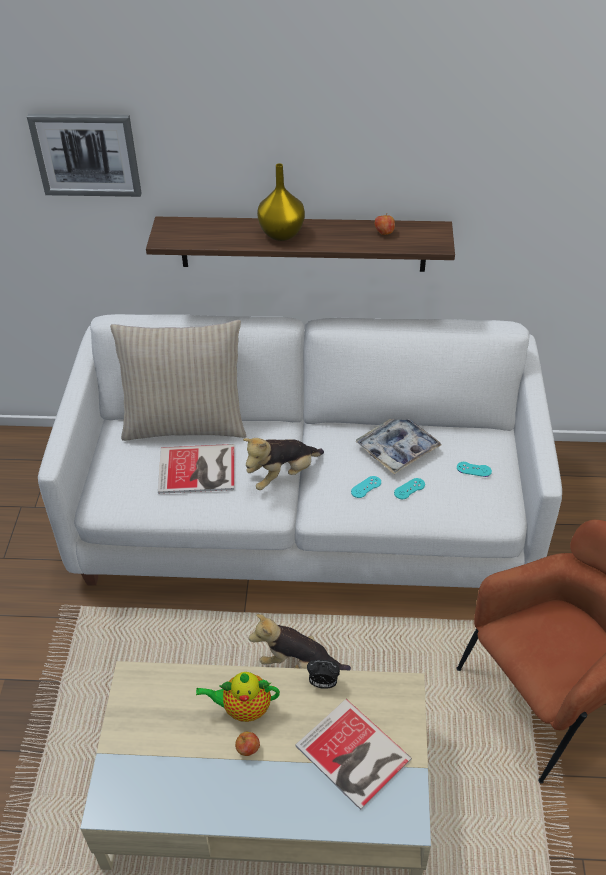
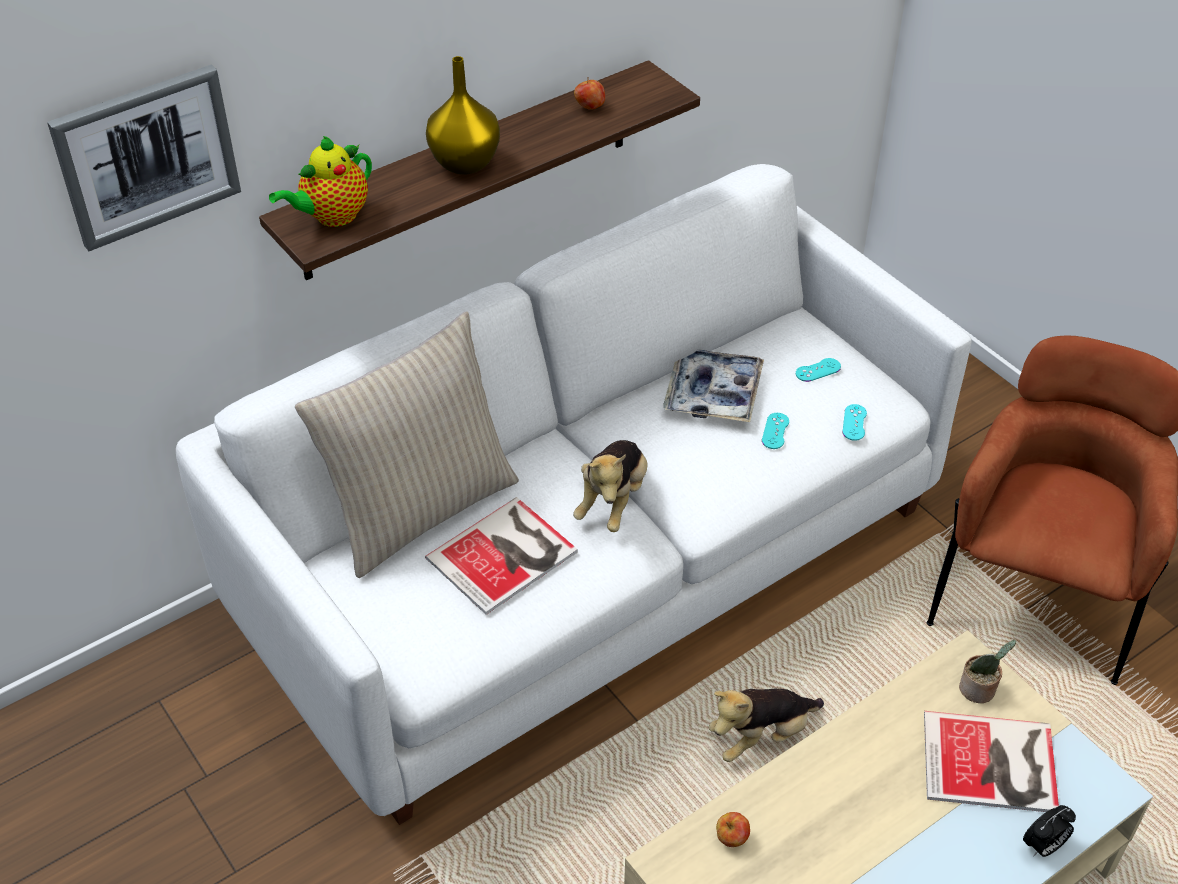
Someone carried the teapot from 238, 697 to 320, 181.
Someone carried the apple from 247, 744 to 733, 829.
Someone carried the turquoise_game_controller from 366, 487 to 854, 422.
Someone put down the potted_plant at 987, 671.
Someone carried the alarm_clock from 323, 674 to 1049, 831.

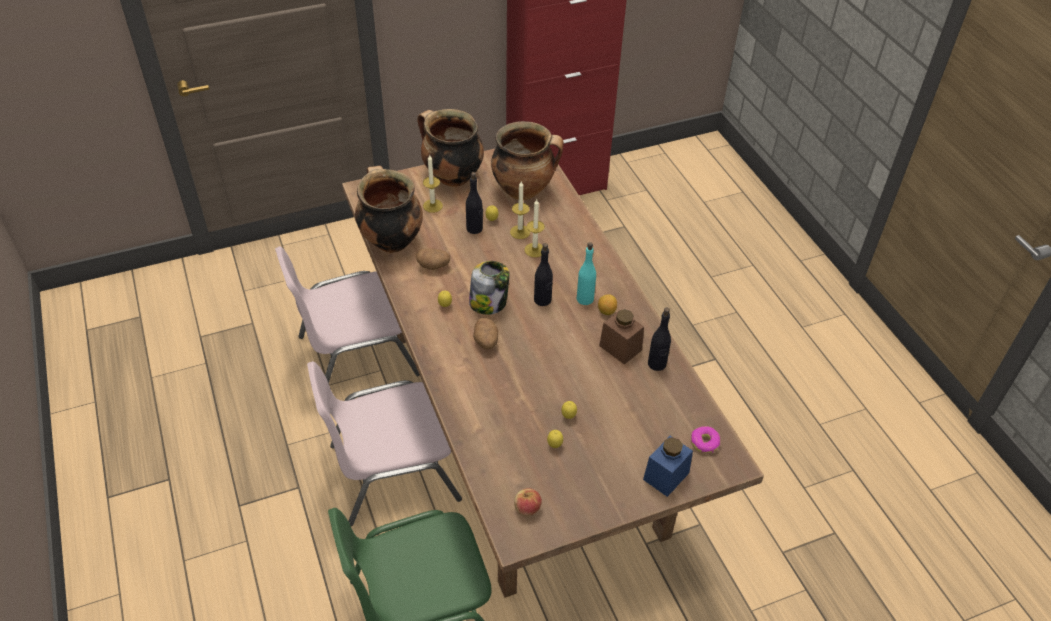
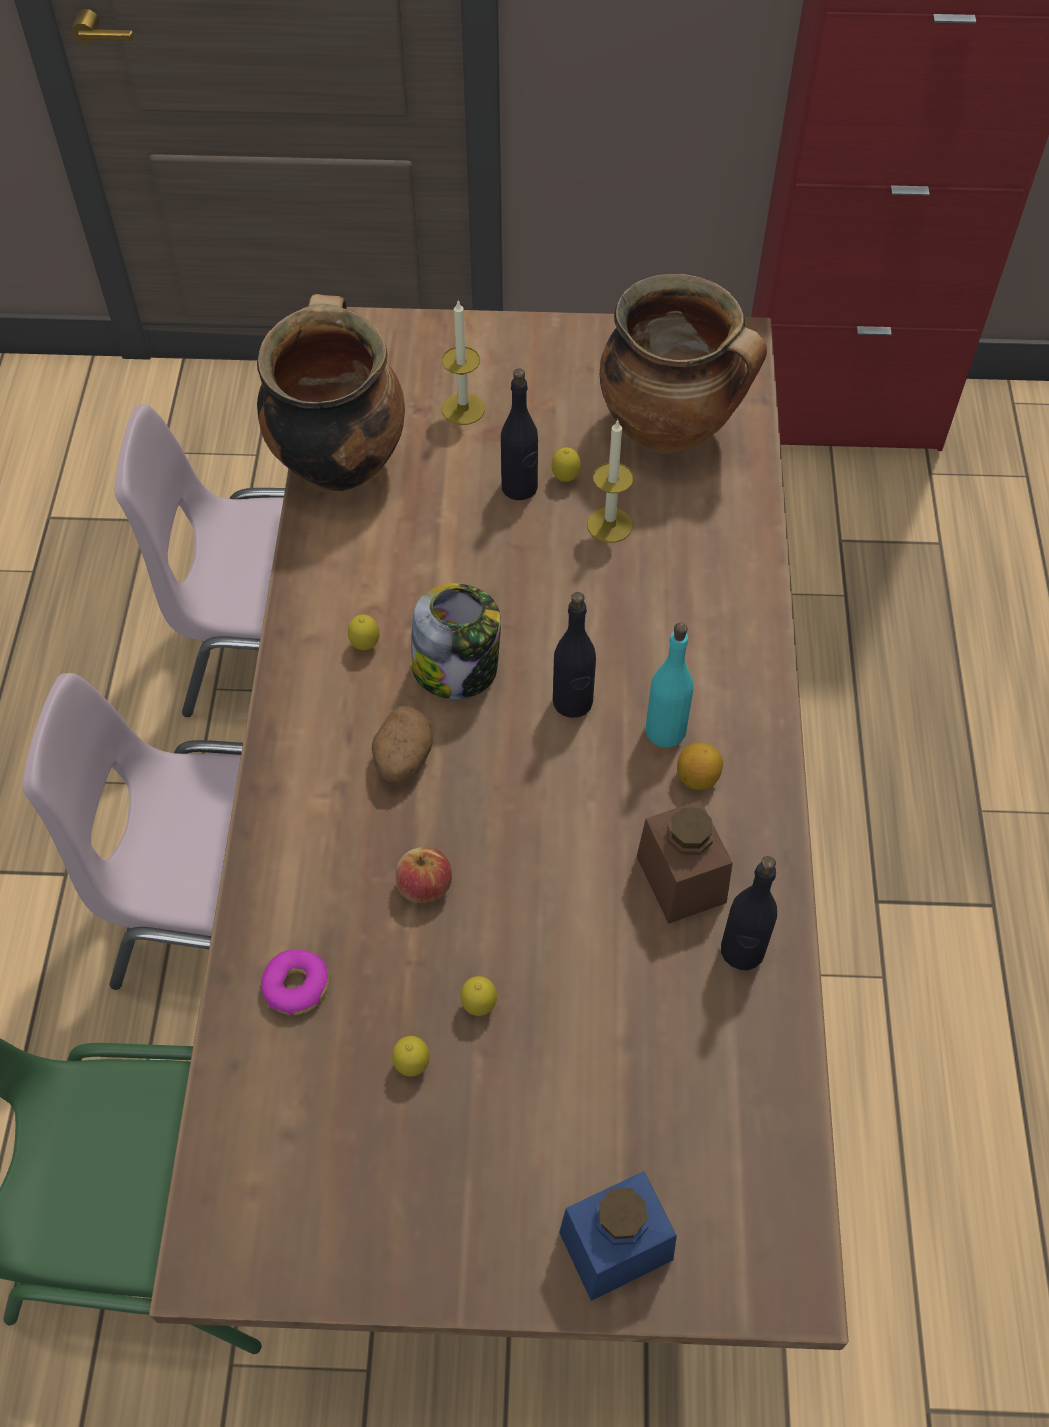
Someone carried the donut from 705, 439 to 295, 983.
Someone carried the apple from 528, 502 to 424, 875.
Someone took away the potato at 433, 259.
Someone took away the cooking_pot at 450, 148.
Someone took away the candle at 534, 228.

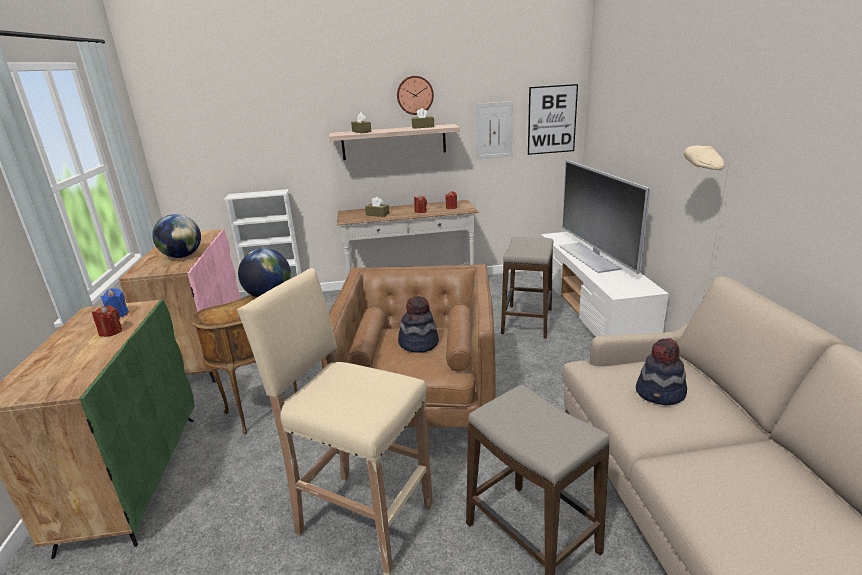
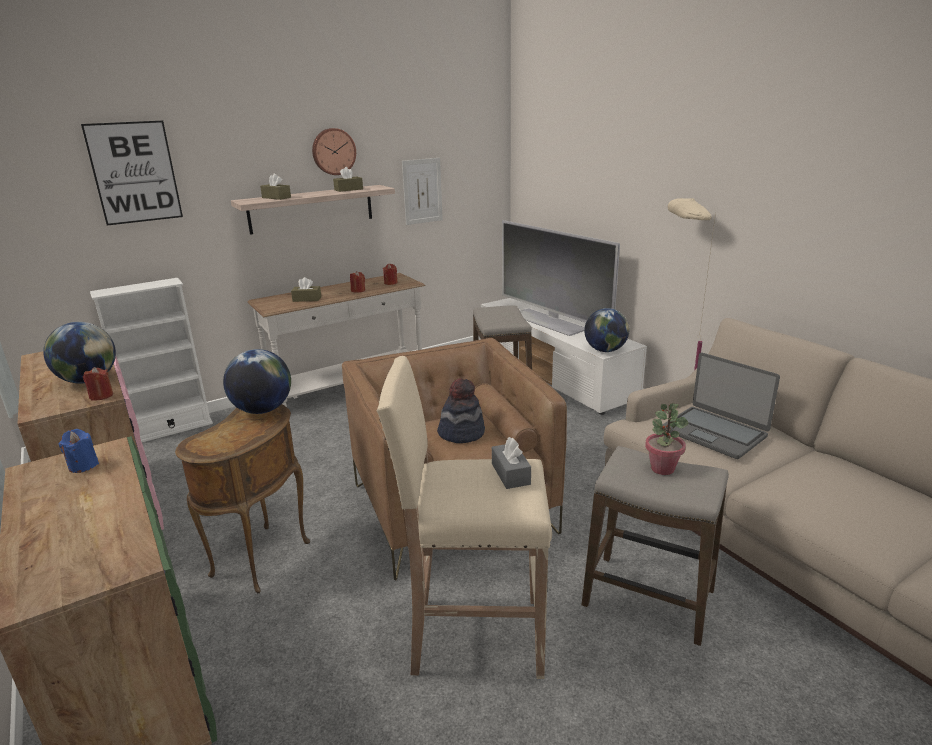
Someone carried the picture from 553, 119 to 132, 173.
Someone carried the red_candle from 107, 321 to 98, 384.
Someone put down the grey_tissue_box at 511, 463.
Someone put down the globe at 606, 330.
Someone put down the potted_plant at 667, 439.
Someone swapped the hat at 661, 371 for the laptop at 721, 406.

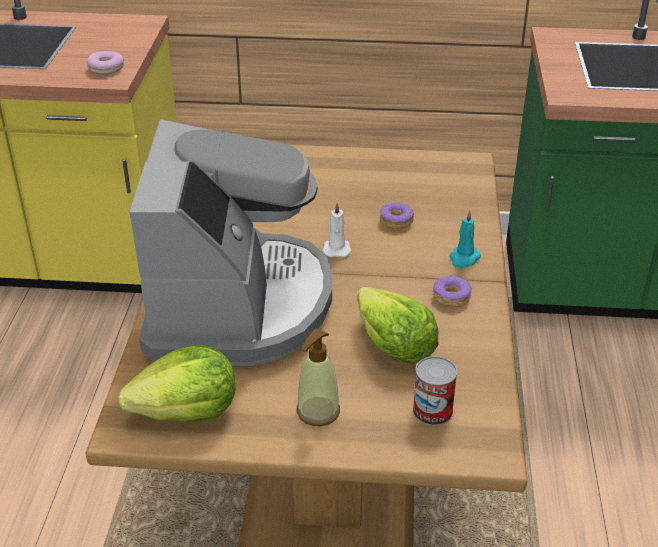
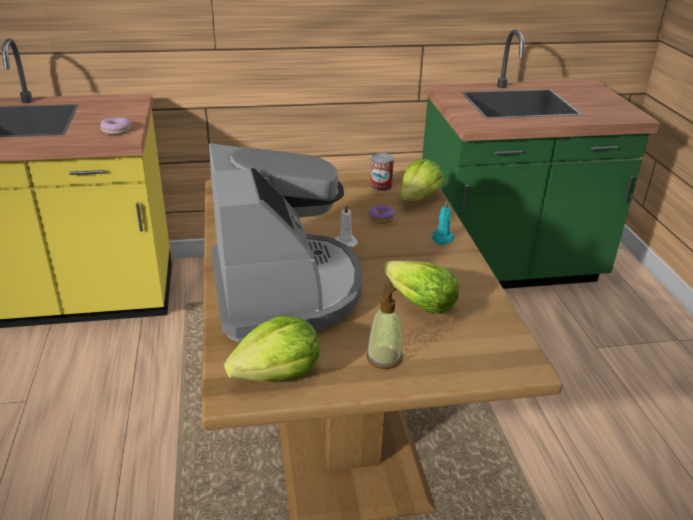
Someone carried the can from 435, 391 to 382, 172.
Someone put down the lettuce at 422, 180.
Someone took away the donut at 452, 291.

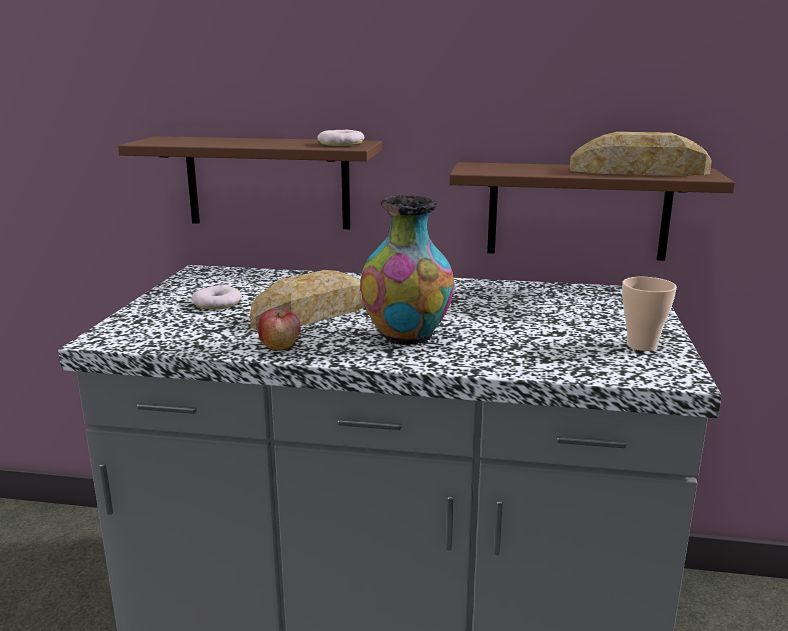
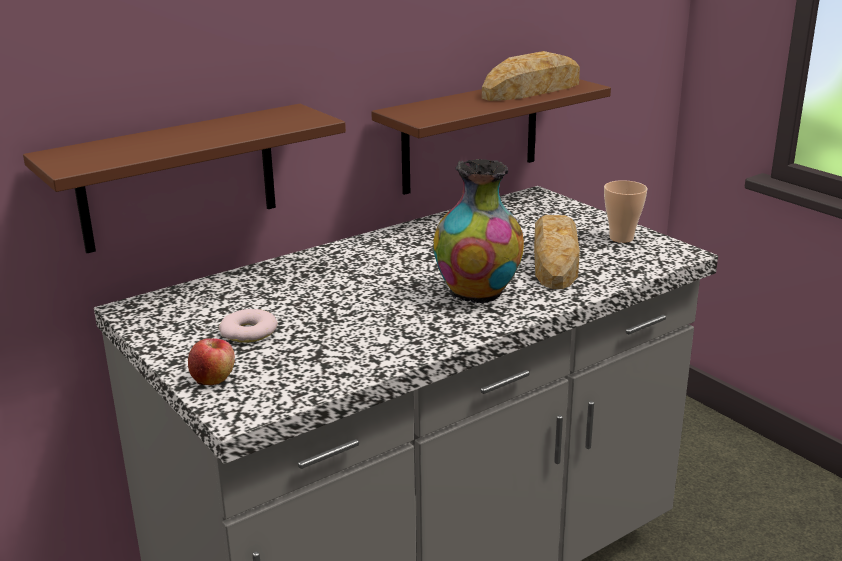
Someone carried the apple from 279, 330 to 211, 361.
Someone carried the bread from 307, 300 to 557, 252.
Someone took away the donut at 340, 138.

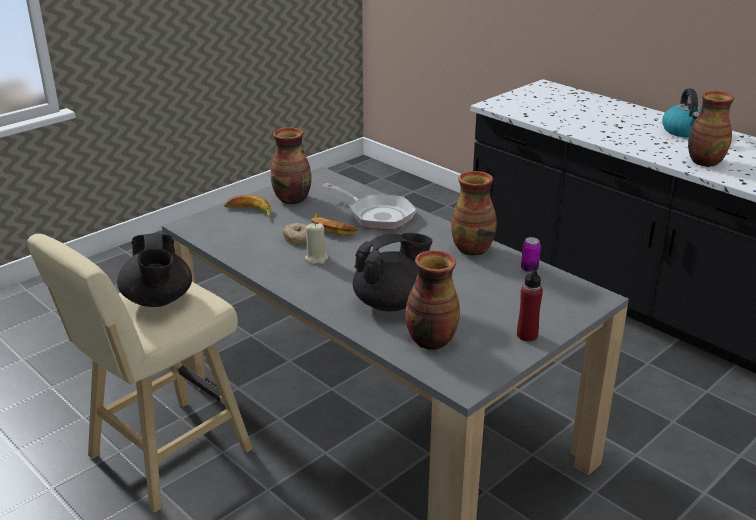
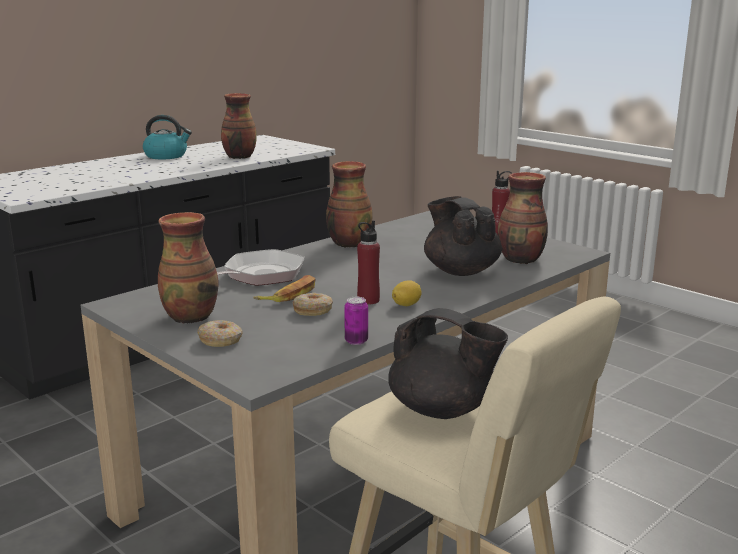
Someone swapped the banana at 247, 206 for the donut at 220, 333.
Someone carried the can from 531, 255 to 356, 321.
Someone swapped the beige_candle at 316, 243 for the red_bottle at 368, 262.
Someone rotated the black_teapot at 154, 270 by 45 degrees clockwise.
Someone put down the lemon at 407, 293.

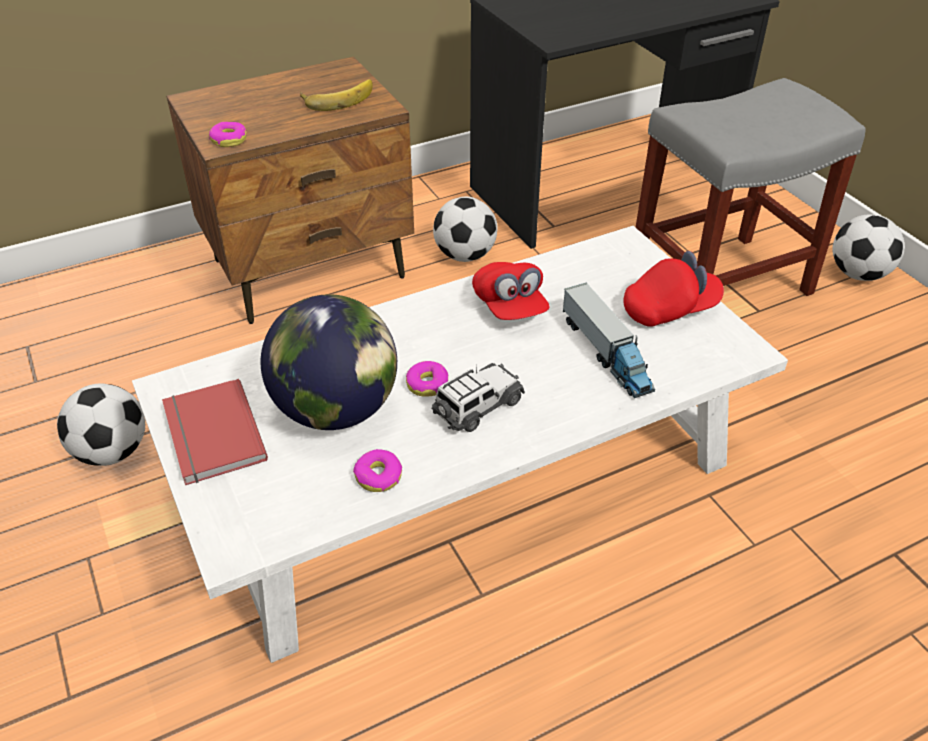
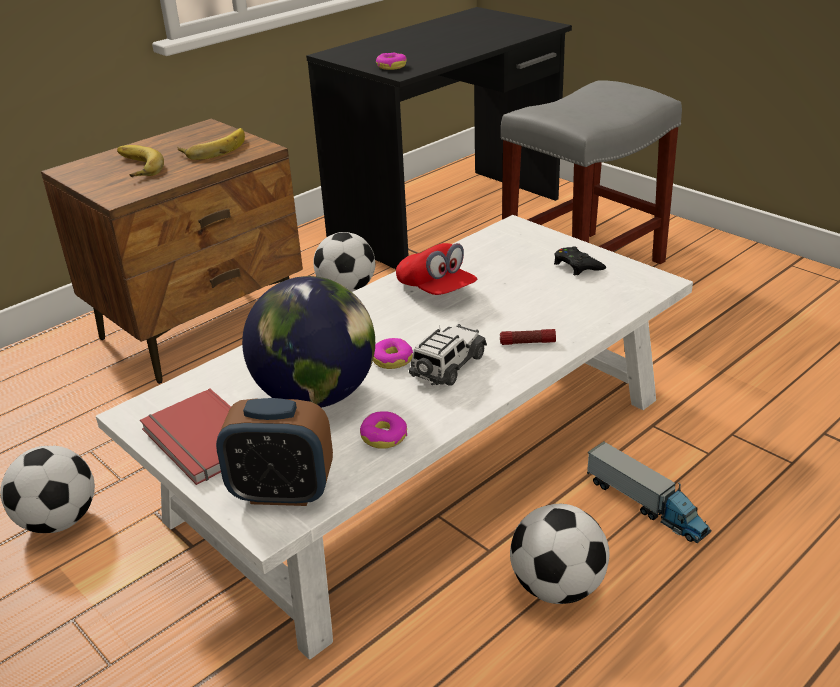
Someone put down the banana at 140, 161.
Someone put down the alarm_clock at 274, 452.
Someone carried the donut from 228, 134 to 391, 61.
Someone put down the flashlight at 528, 337.
Someone carried the football from 868, 247 to 559, 554.
Someone swapped the red_cap at 673, 289 for the black_game_controller at 580, 260.
Someone carried the toy_truck from 609, 340 to 649, 492.

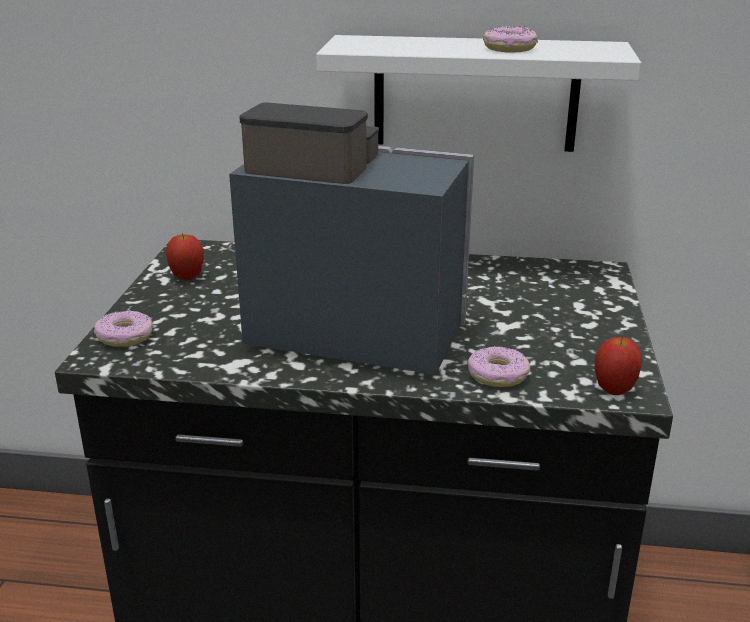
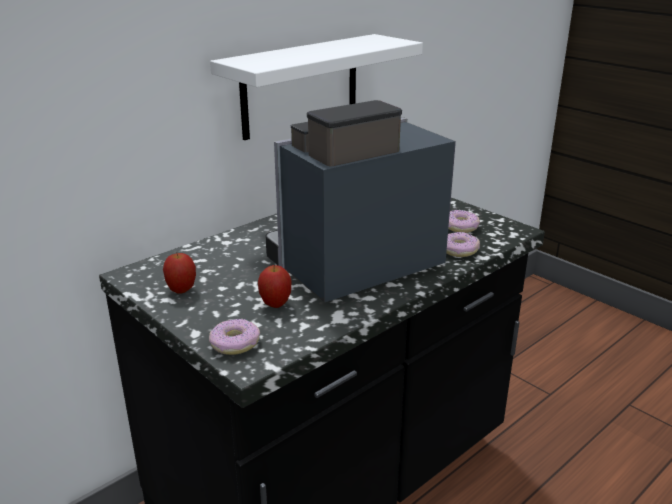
Someone carried the apple from 618, 365 to 275, 286.
Someone carried the donut from 510, 39 to 464, 221.

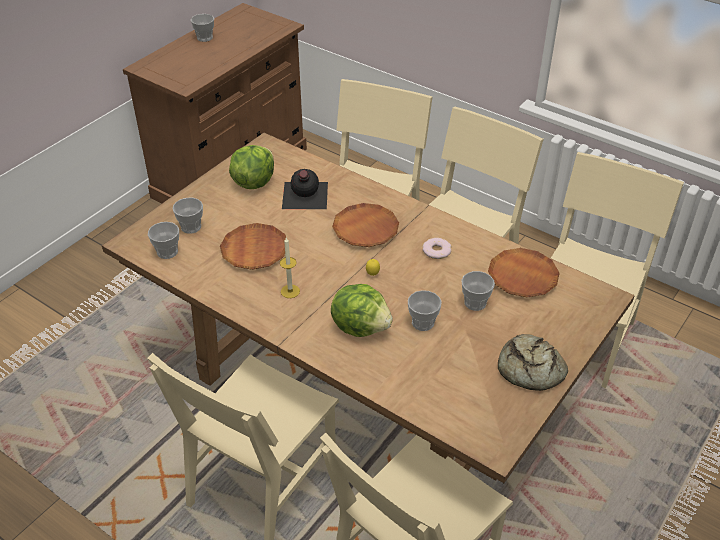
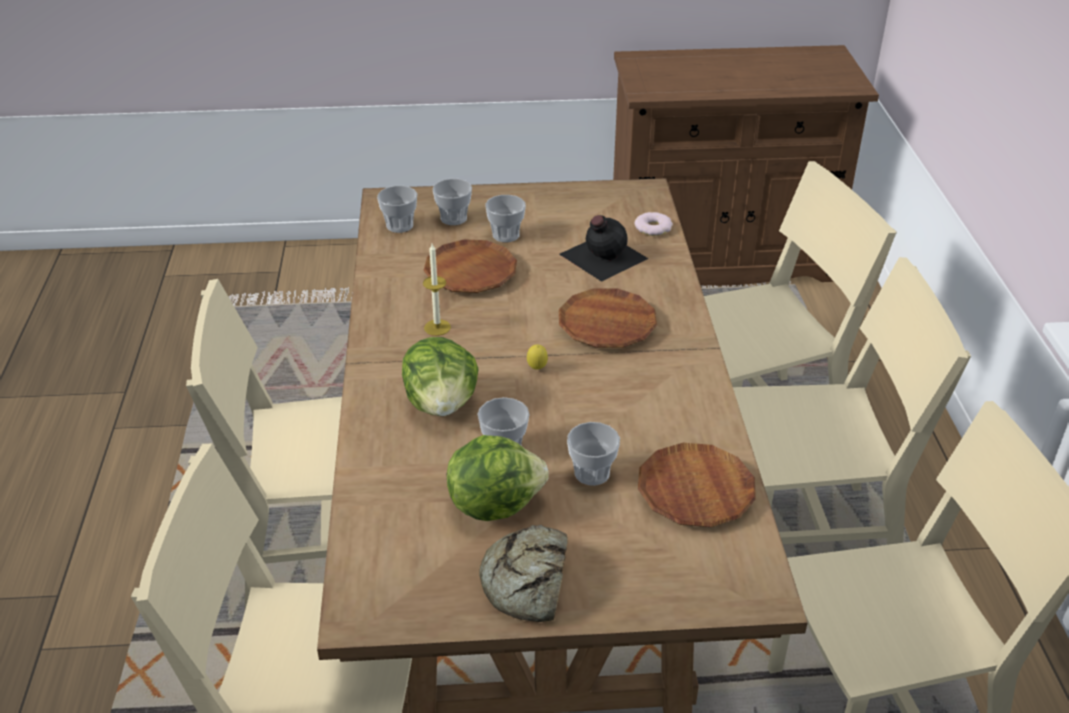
Someone carried the lettuce from 251, 167 to 498, 478.
Someone carried the cup from 202, 28 to 506, 218.
Someone carried the donut from 437, 248 to 653, 224.

